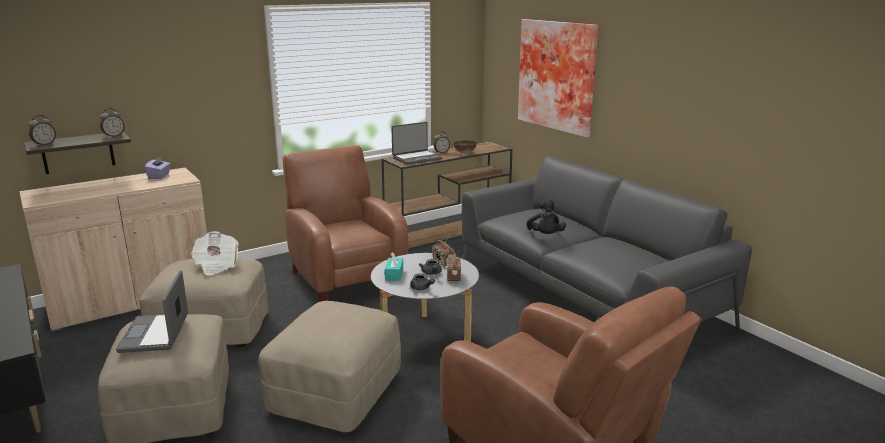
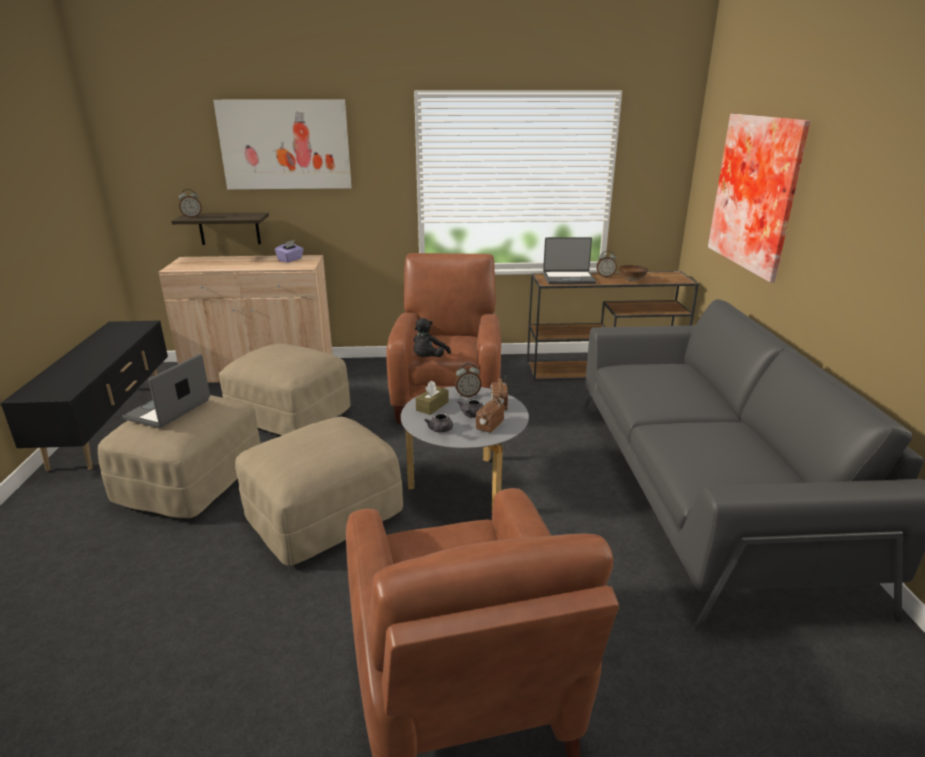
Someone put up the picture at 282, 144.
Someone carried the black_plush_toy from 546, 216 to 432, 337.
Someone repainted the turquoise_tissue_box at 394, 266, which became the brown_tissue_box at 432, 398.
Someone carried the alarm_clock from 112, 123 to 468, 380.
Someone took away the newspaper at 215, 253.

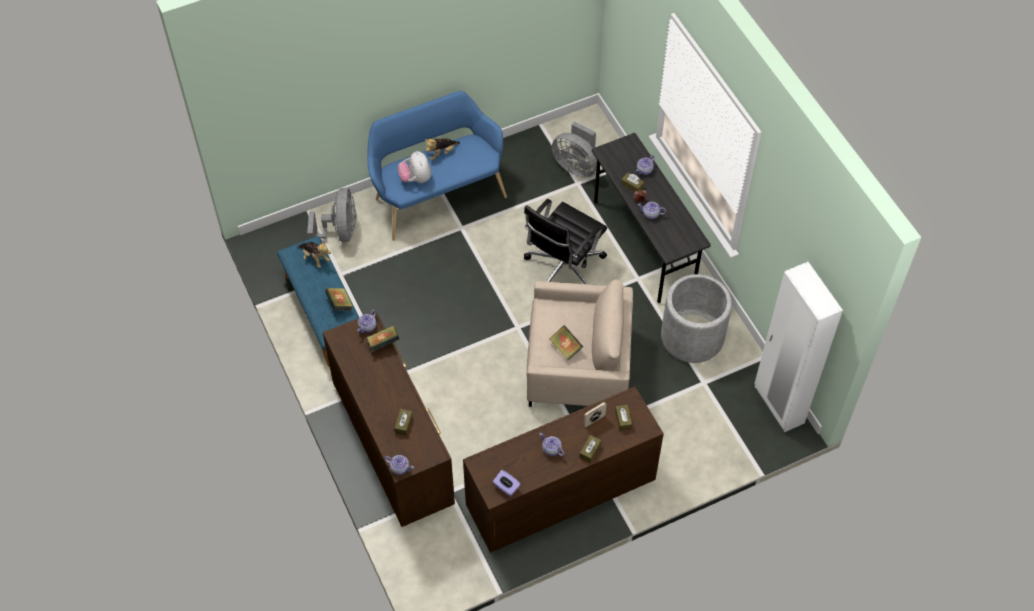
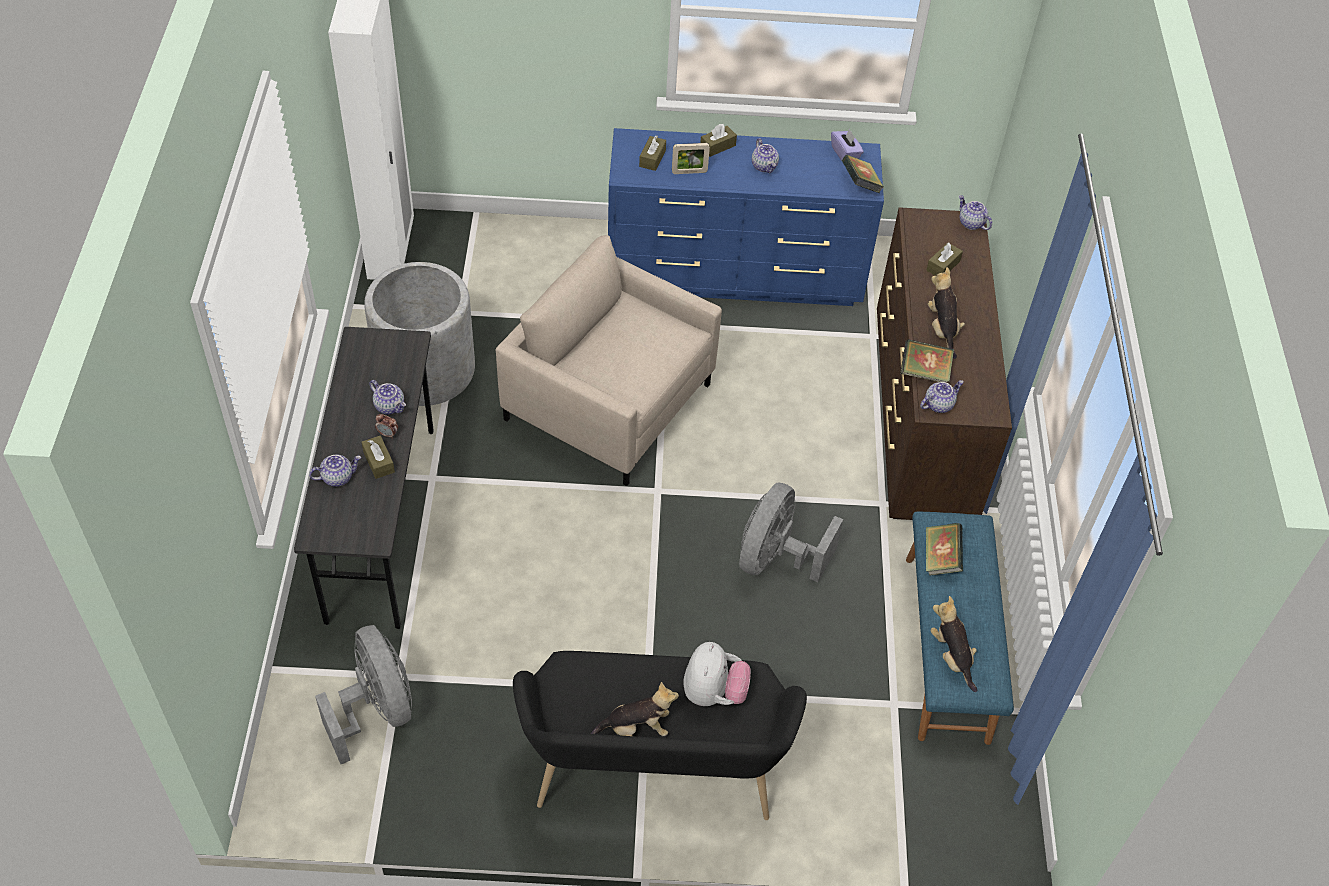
Someone repainted the blue_bench at 437, 166, which became the black_bench at 660, 735.
Someone repainted the brown_dresser at 563, 470, which became the blue_dresser at 746, 217.
Someone carried the grey_fan from 331, 215 to 791, 532.
Someone carried the book from 566, 342 to 863, 174.
Someone put down the plush_toy at 946, 313.
Someone took away the black_office_chair at 565, 241.

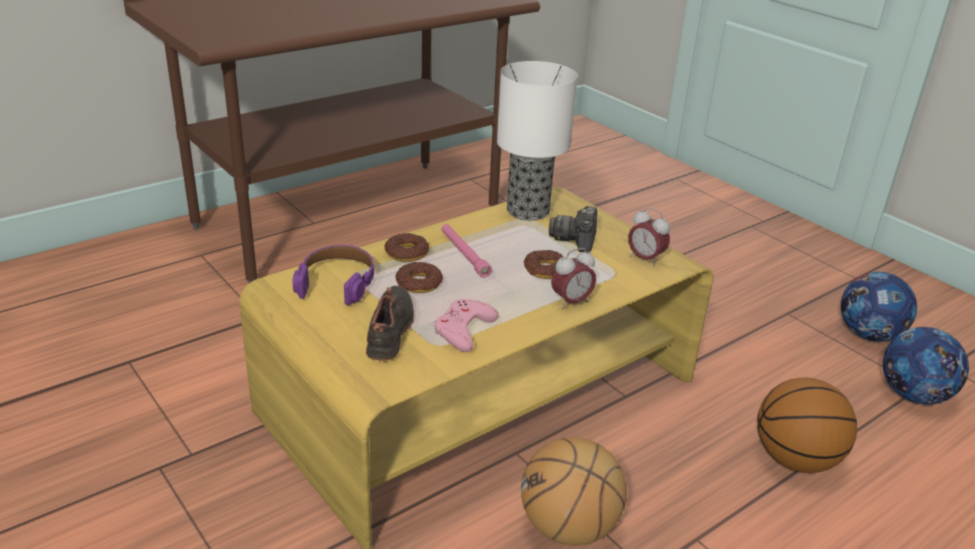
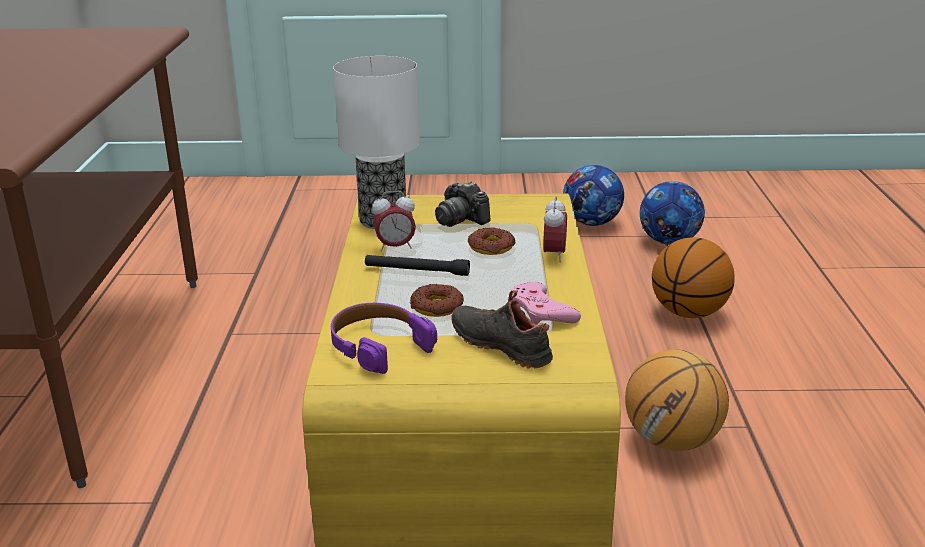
Someone repainted the pink_flashlight at 466, 250, which became the black_flashlight at 417, 265.
Someone carried the alarm_clock from 649, 237 to 394, 221.
Someone took away the donut at 406, 247.

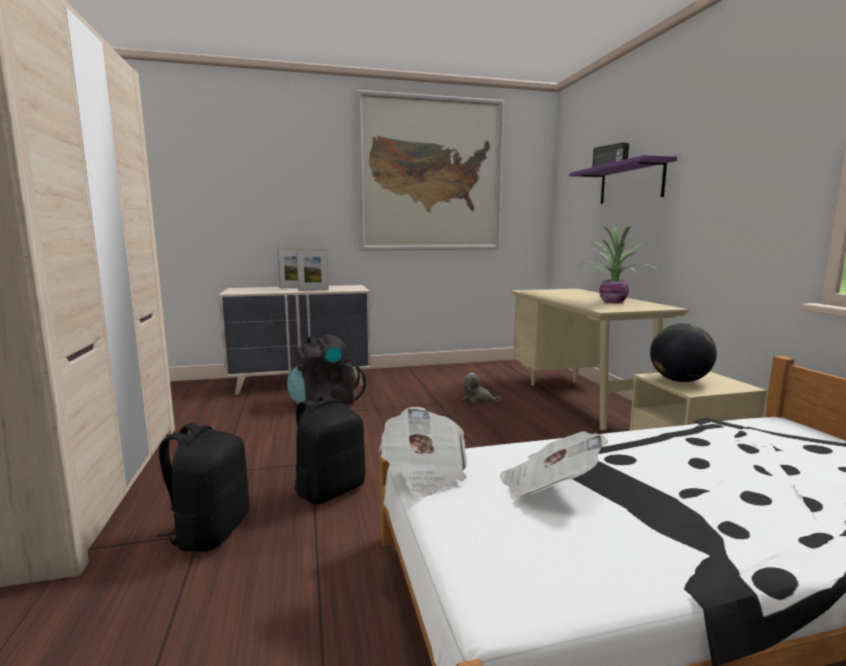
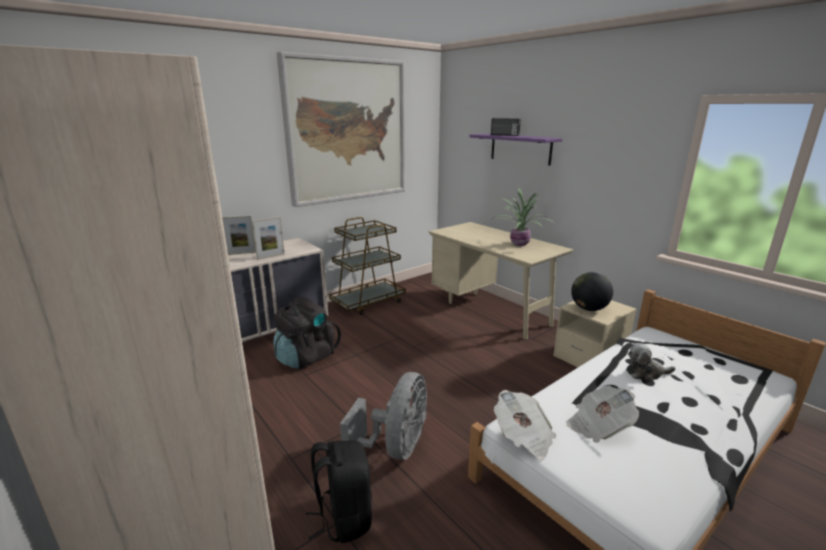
Someone put down the brown_cart at 367, 266.
Someone swapped the black_backpack at 330, 449 for the grey_fan at 383, 416.
Someone carried the plush_toy from 481, 387 to 650, 362.

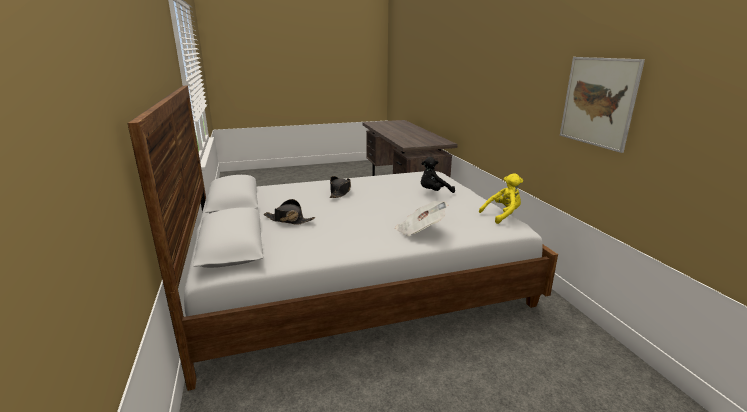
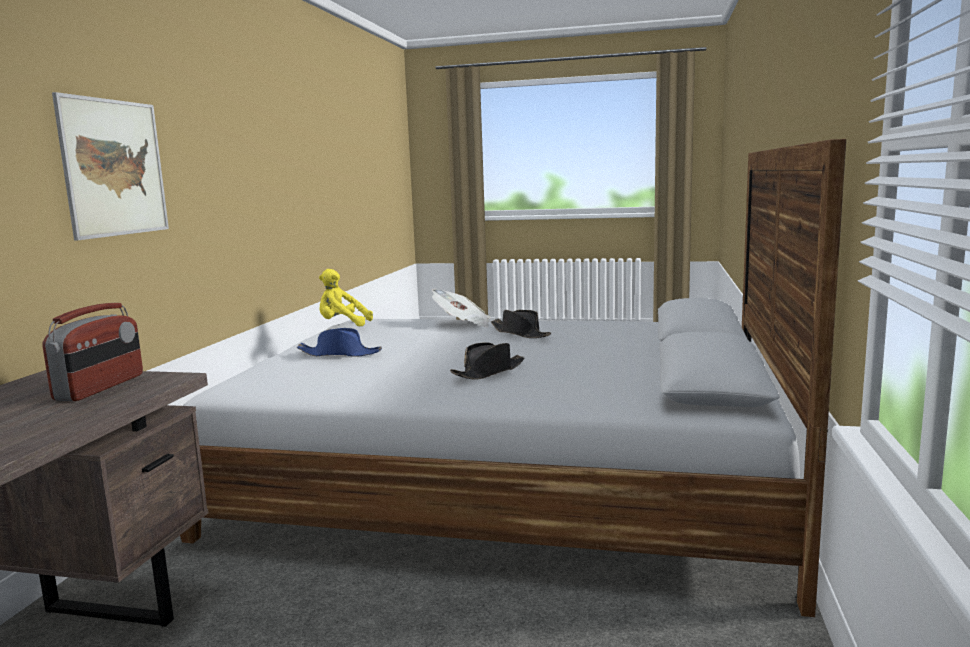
Someone put down the radio at 92, 352.
Someone carried the picture from 602, 105 to 110, 166.
Someone swapped the black_plush_toy at 438, 175 for the blue_hat at 339, 342.
Someone carried the black_hat from 289, 211 to 521, 324.

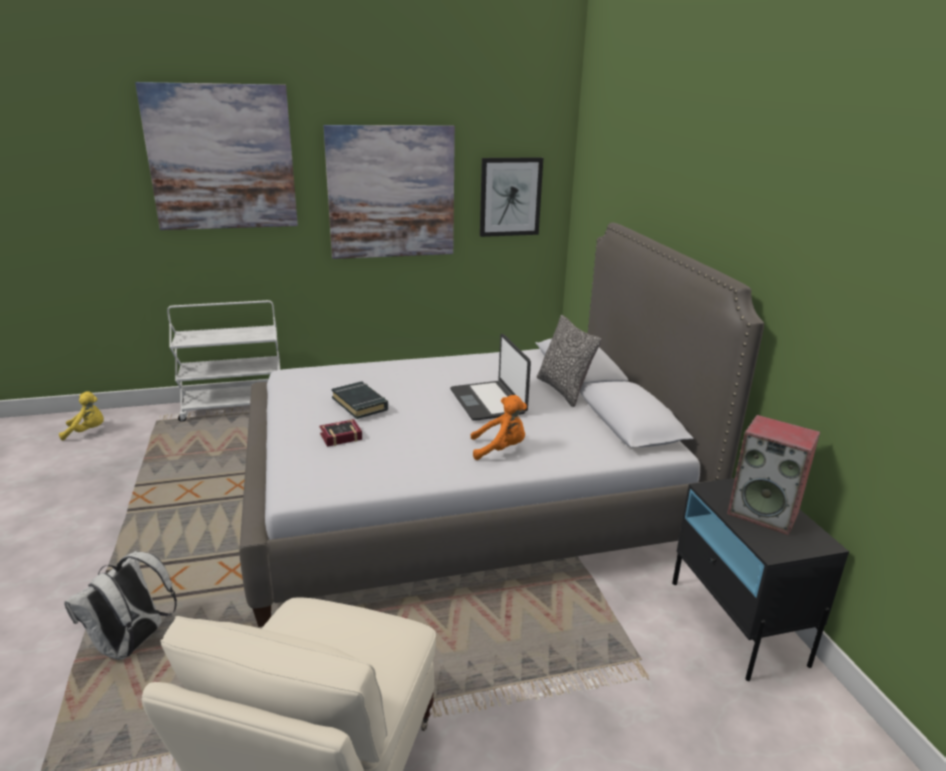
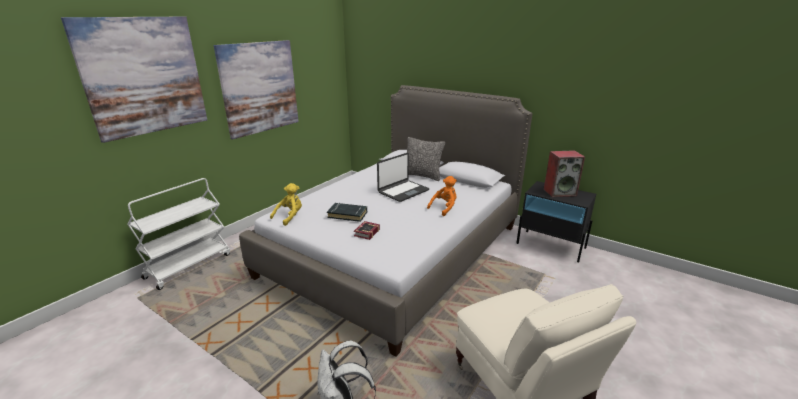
Someone carried the yellow_plush_toy from 81, 415 to 286, 204.
Someone rotated the laptop at 490, 377 by 75 degrees counterclockwise.
Someone took away the picture at 511, 197.

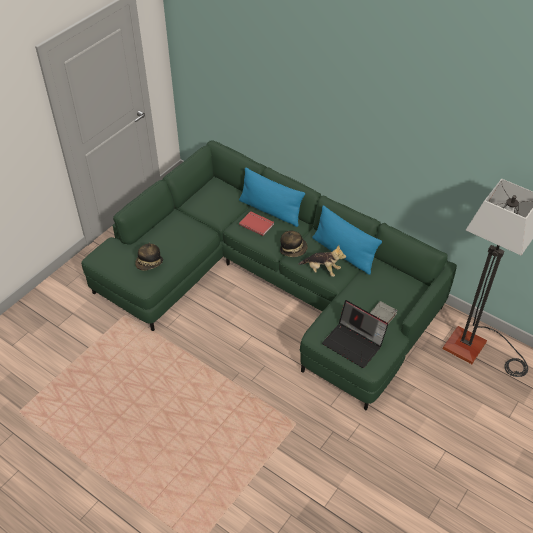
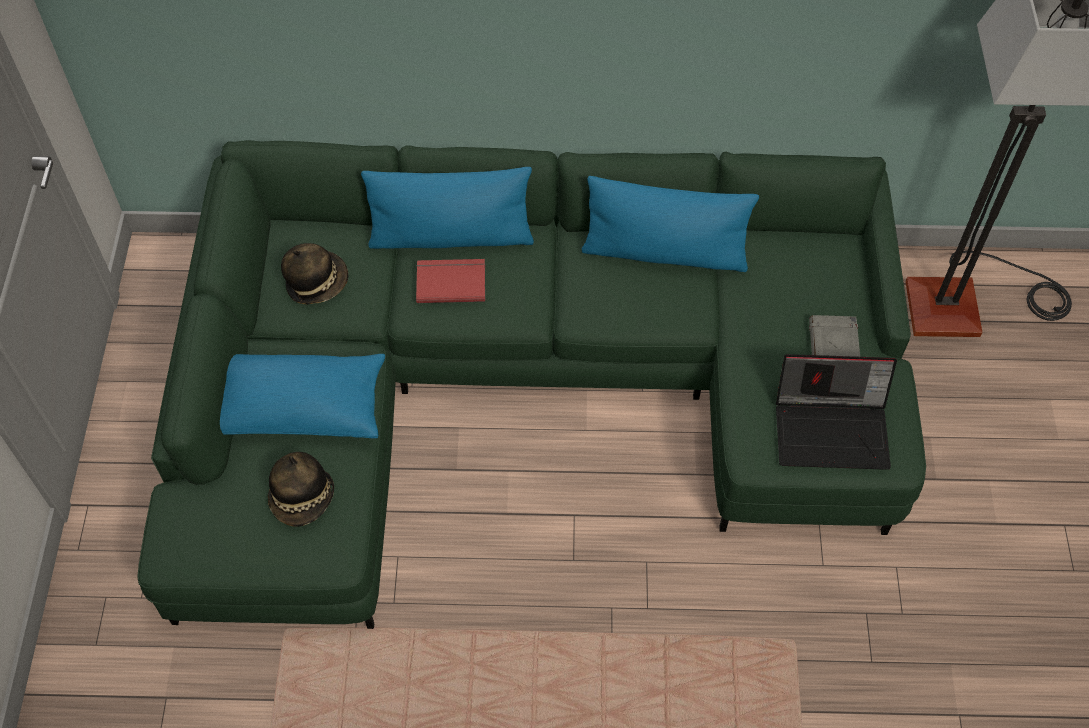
Someone put down the blue_pillow at 302, 396.
Someone carried the hat from 294, 244 to 314, 273.
Someone took away the plush_toy at 322, 261.

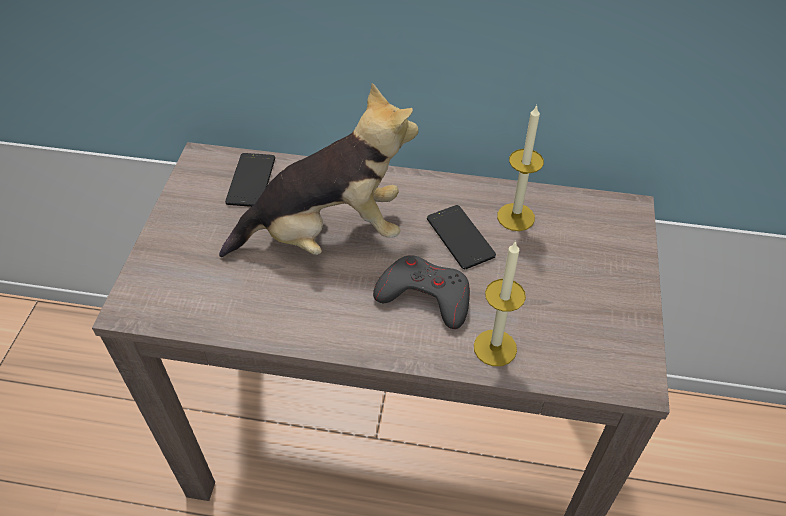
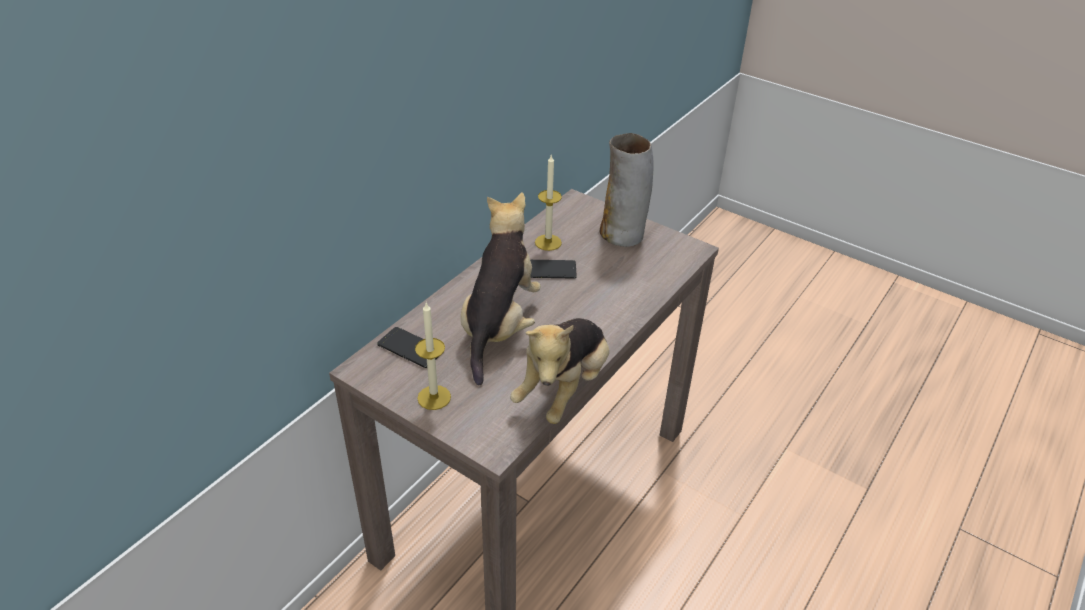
Someone carried the candle from 500, 303 to 433, 356.
Someone put down the plush_toy at 559, 371.
Someone put down the vase at 627, 190.
Someone took away the grey_game_controller at 421, 292.

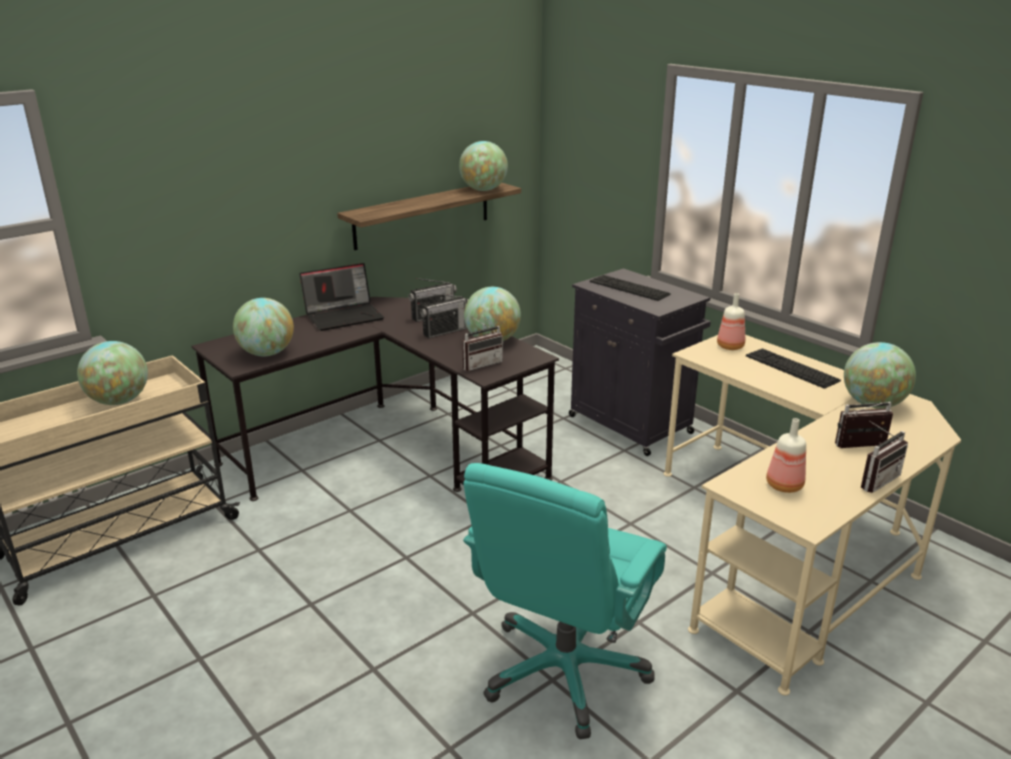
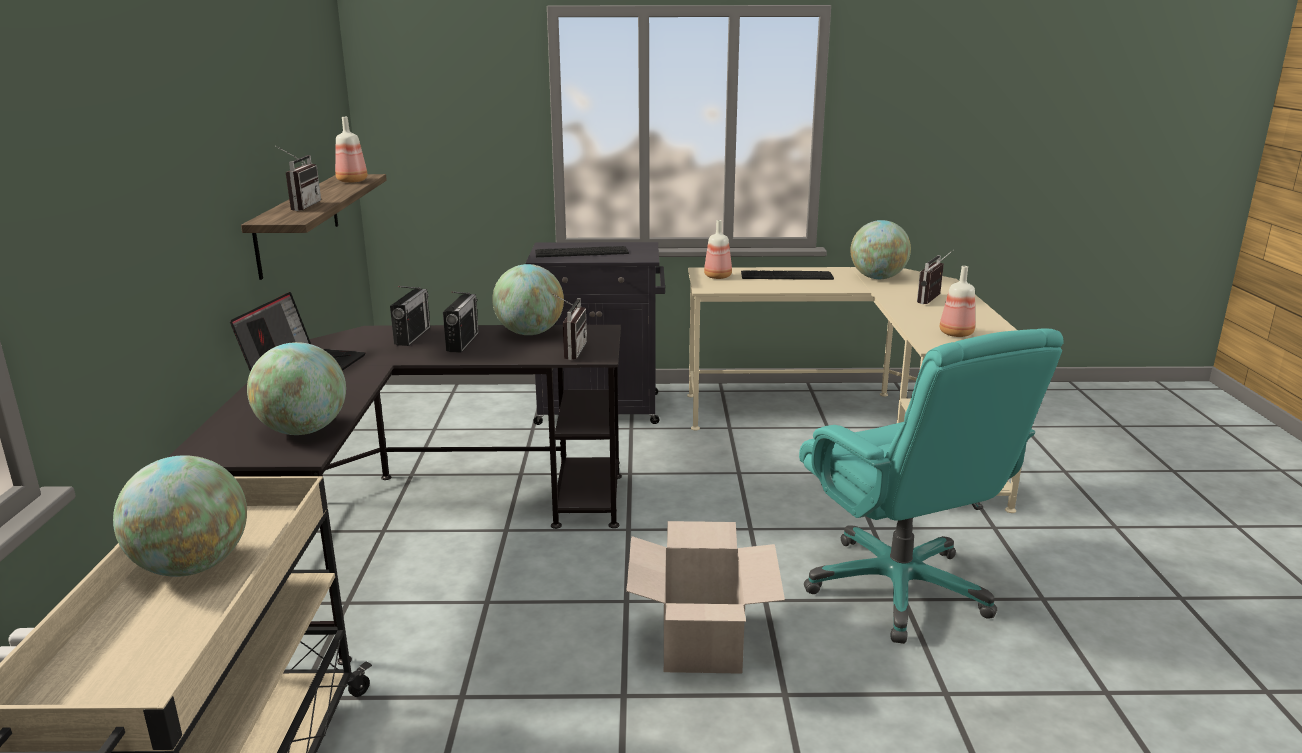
Someone carried the radio from 884, 457 to 298, 178.
Someone swapped the globe at 483, 166 for the bottle at 351, 150.
Someone put down the cardboard_box at 705, 597.

